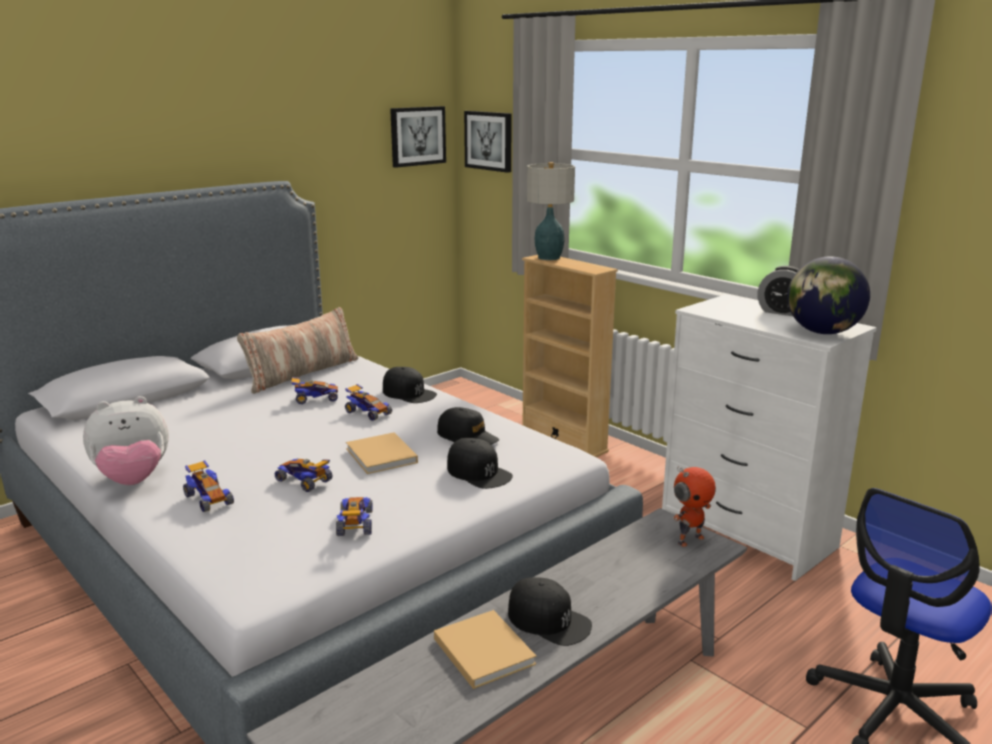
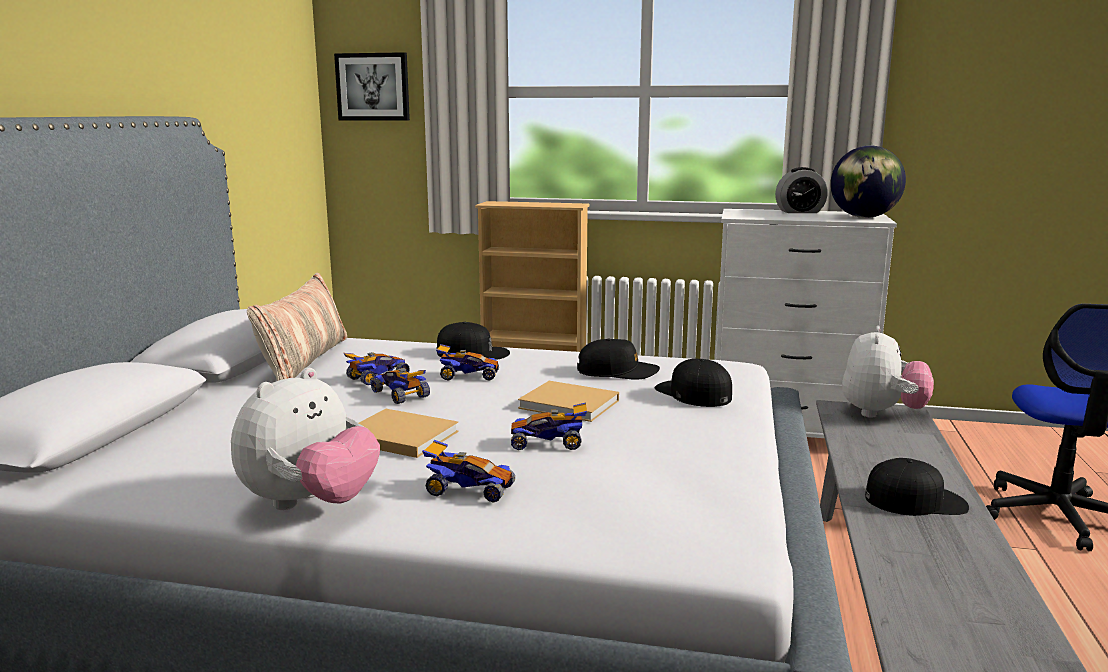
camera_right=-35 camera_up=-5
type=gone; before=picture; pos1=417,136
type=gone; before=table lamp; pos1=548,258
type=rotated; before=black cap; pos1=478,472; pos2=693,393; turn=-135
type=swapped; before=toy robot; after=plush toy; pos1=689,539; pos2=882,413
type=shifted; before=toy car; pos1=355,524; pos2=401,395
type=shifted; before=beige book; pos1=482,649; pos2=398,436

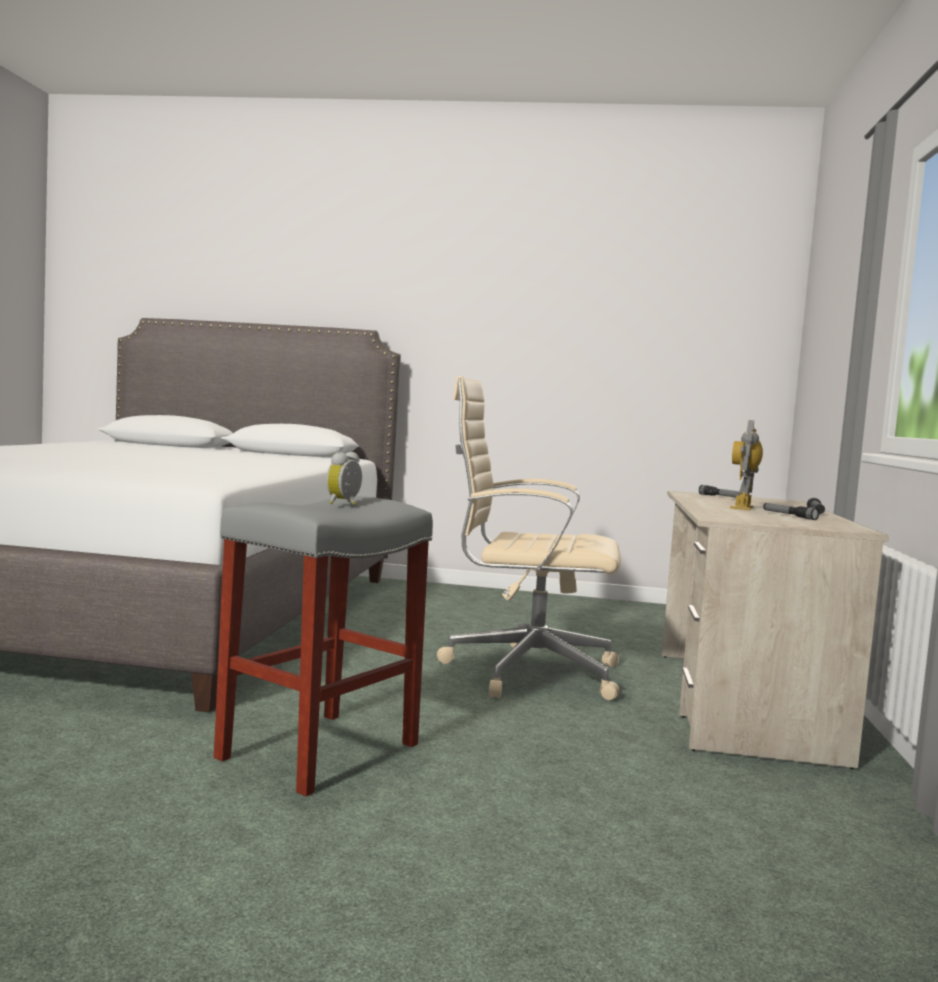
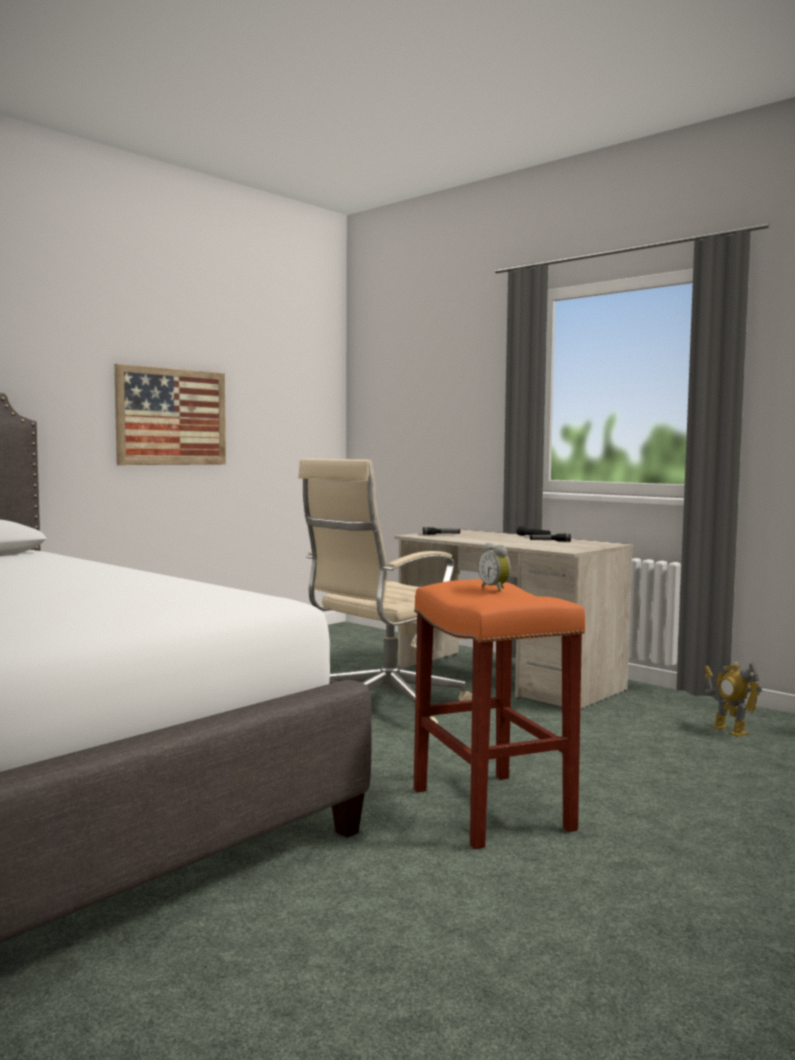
camera_right=-55 camera_up=0
type=shifted; before=toy robot; pos1=743,507; pos2=729,730
type=repainted; before=grey stool; after=orange stool; pos1=318,752; pos2=493,809
type=new; after=picture; pos2=172,417

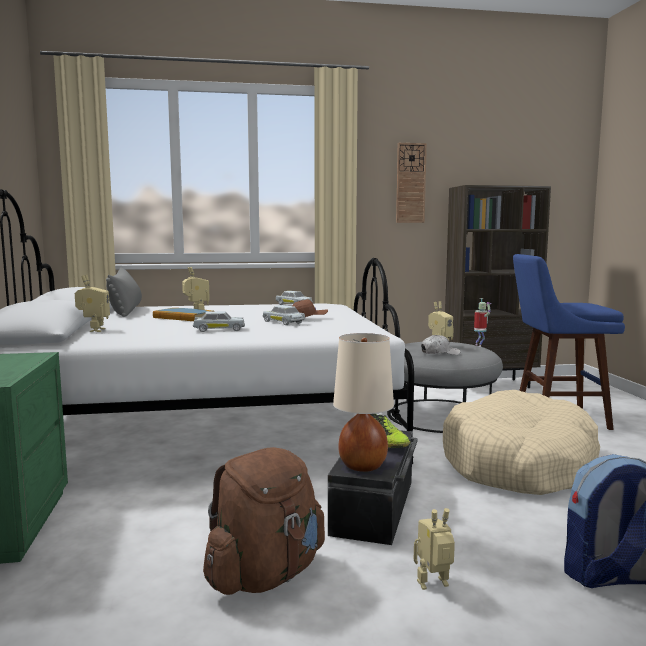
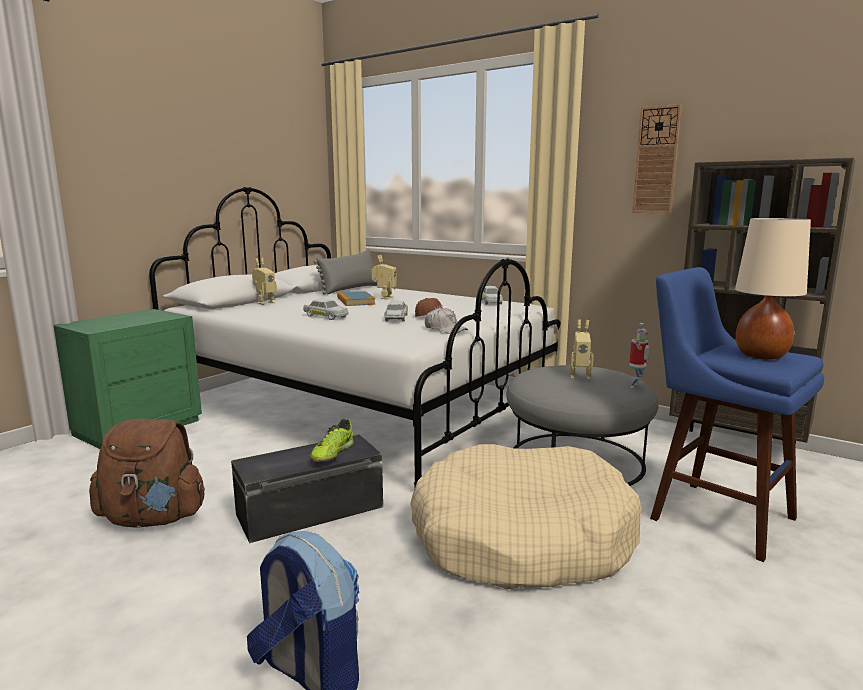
camera_right=45 camera_up=5
type=shifted; before=beige table lamp; pos1=362,465; pos2=761,355
type=shifted; before=white cap; pos1=439,353; pos2=445,329
type=gone; before=toy robot; pos1=434,586

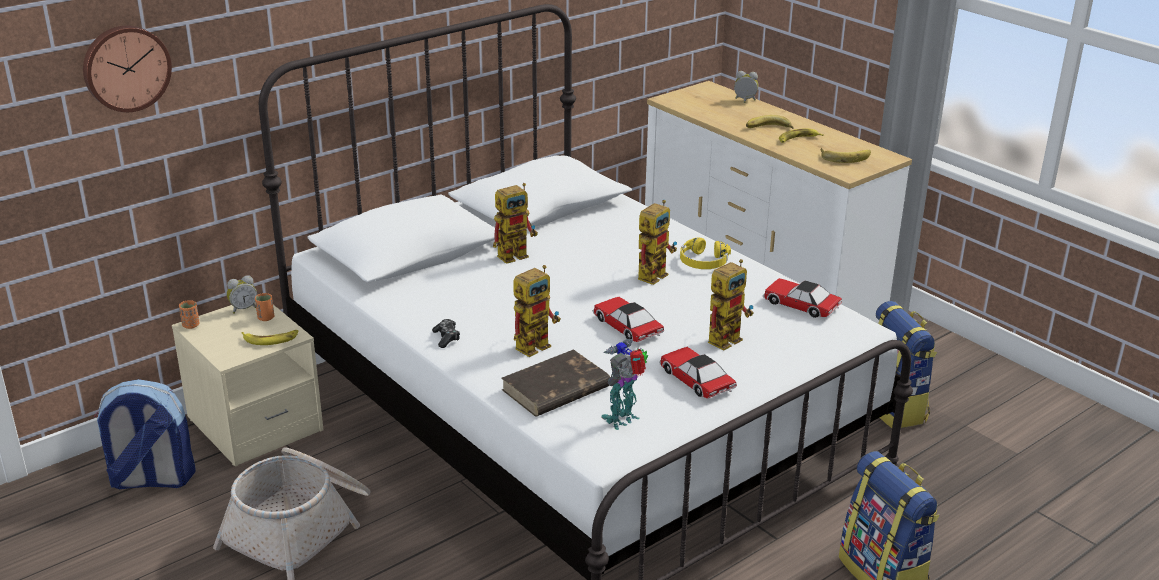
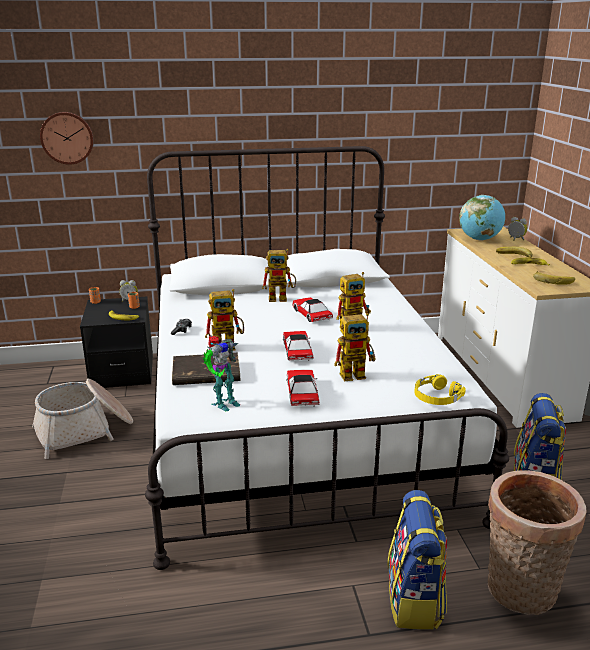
camera_right=30 camera_up=-5
type=shifted; before=yellow headphones; pos1=703,261; pos2=436,397
type=shifted; before=toy car; pos1=801,305; pos2=311,314
type=repainted; before=beige nightstand; after=black nightstand; pos1=255,425; pos2=122,372
type=rotated; before=toy robot; pos1=623,419; pos2=223,403; turn=150
type=gone; before=backpack; pos1=151,479
type=new; after=globe; pos2=479,239
type=new; after=basket; pos2=520,593

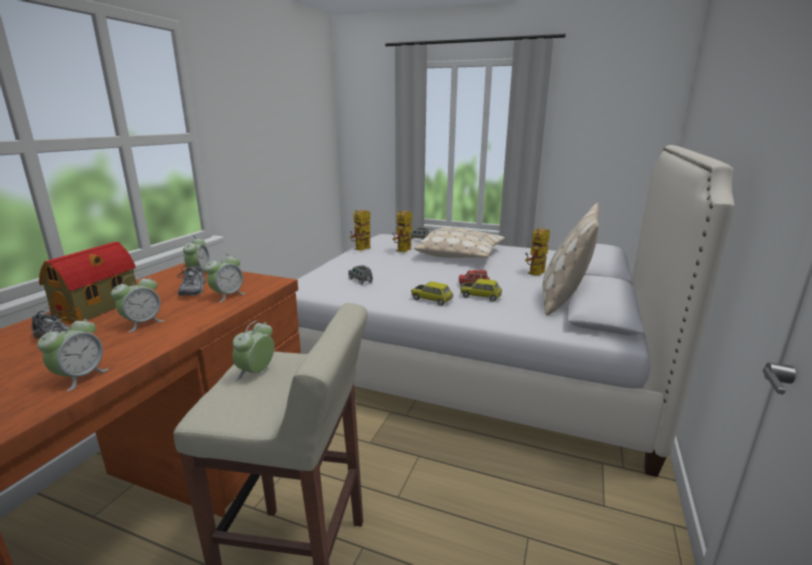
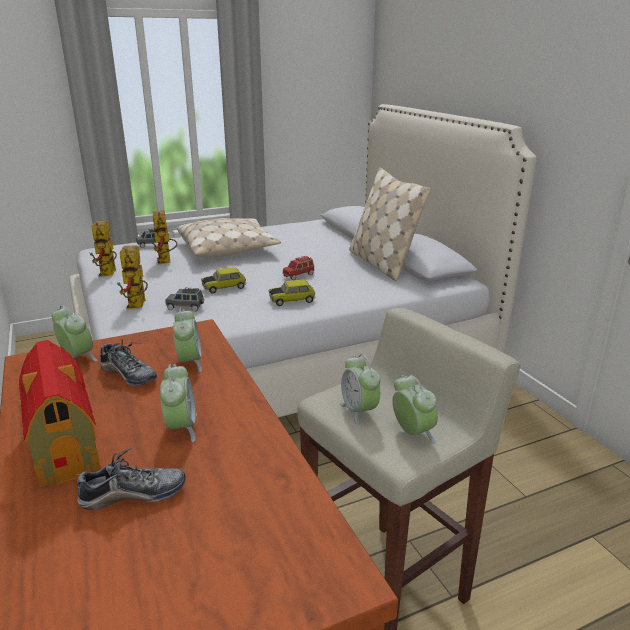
camera_right=-45 camera_up=5
type=shifted; before=toy robot; pos1=536,274; pos2=138,306
type=shifted; before=toy car; pos1=481,296; pos2=224,287
type=shifted; before=alarm clock; pos1=80,377; pos2=412,433

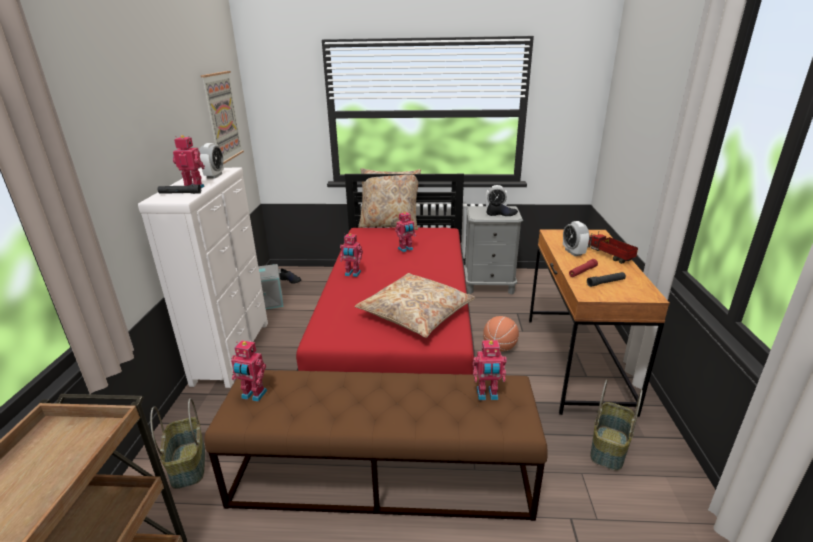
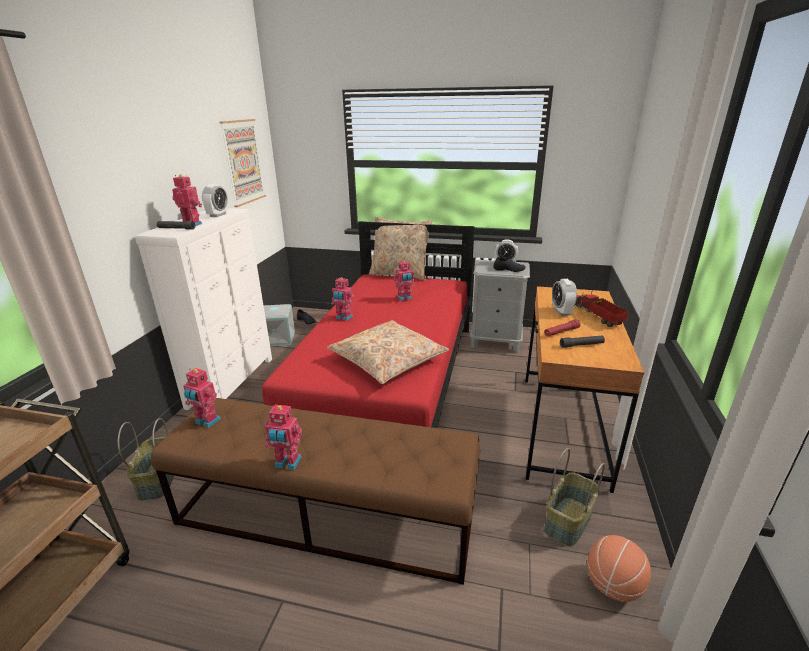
camera_right=10 camera_up=0
type=shifted; before=basketball; pos1=499,347; pos2=613,585
type=shifted; before=toy robot; pos1=487,395; pos2=287,463

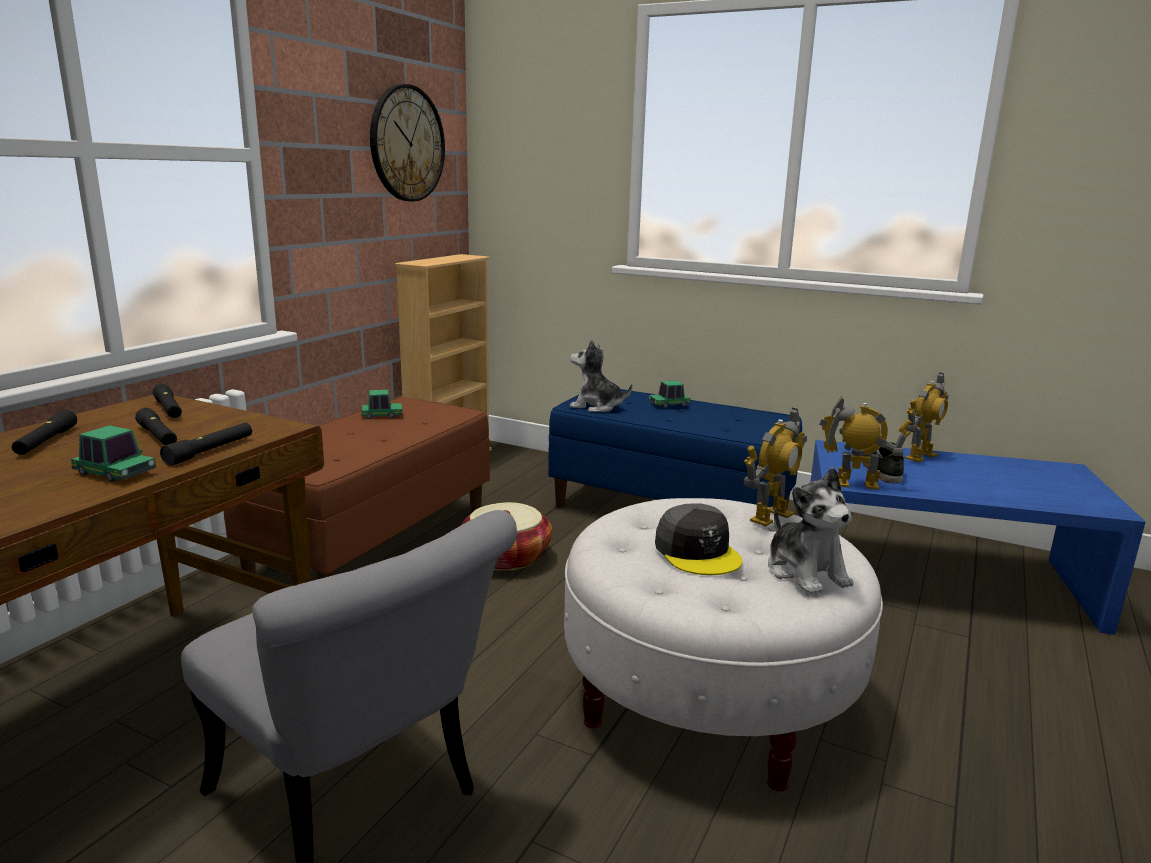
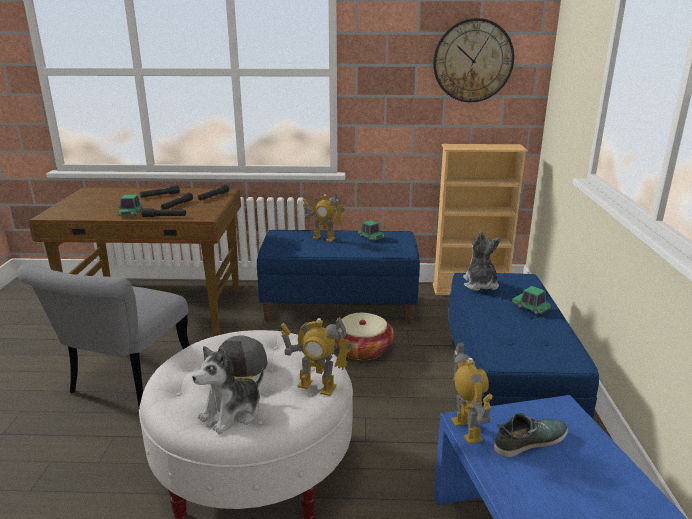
camera_right=65 camera_up=5
type=shifted; before=toy robot; pos1=920,456; pos2=323,238
type=repainted; before=brown bench; after=blue bench; pos1=373,542; pos2=340,307

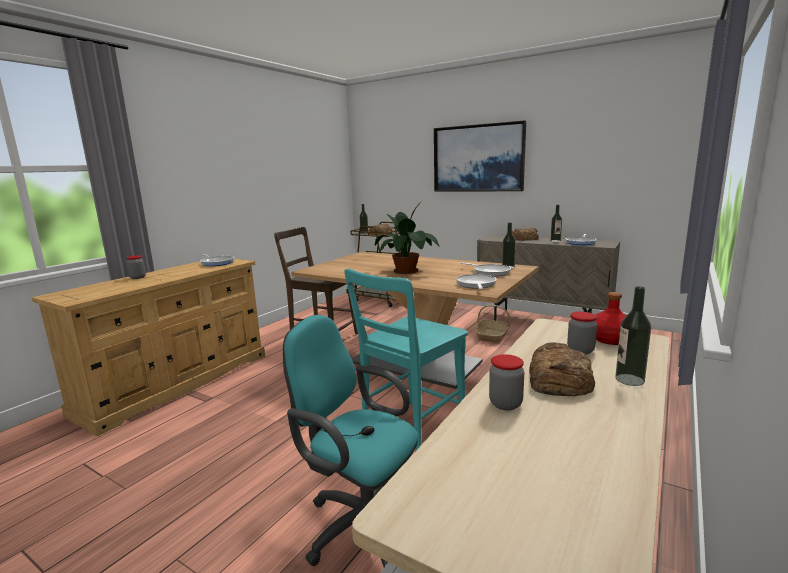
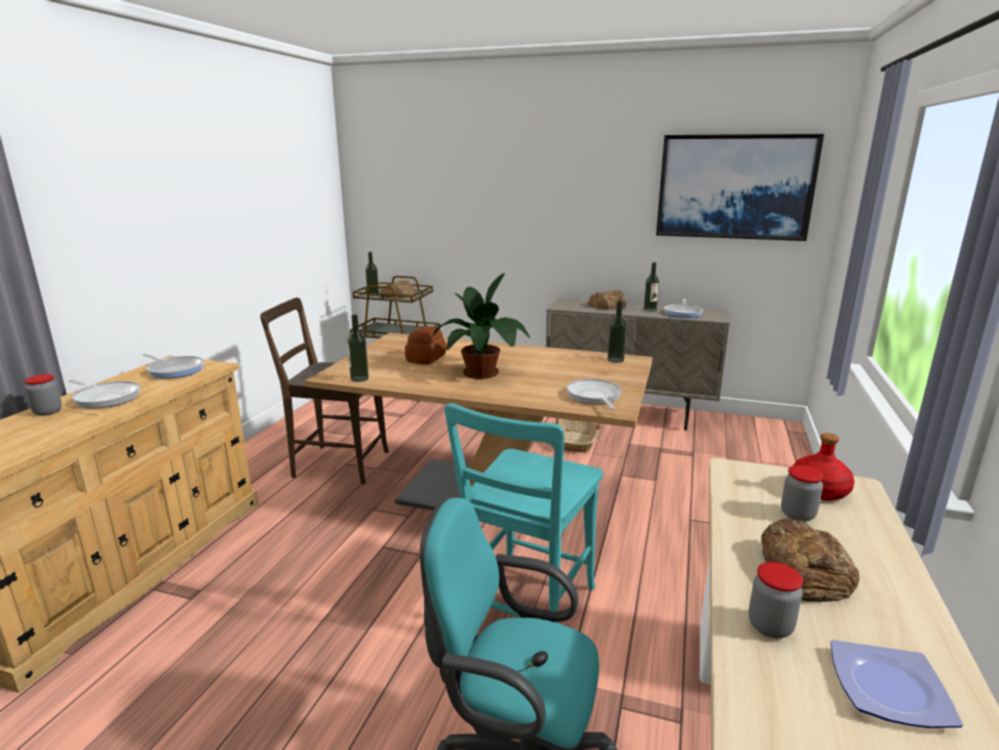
camera_right=-15 camera_up=5
type=shifted; before=picture; pos1=478,158; pos2=734,187
type=shifted; before=frying pan; pos1=489,272; pos2=106,398
type=shifted; before=bottle; pos1=629,380; pos2=359,379
type=new; after=bread; pos2=427,358
type=new; after=plate; pos2=890,687

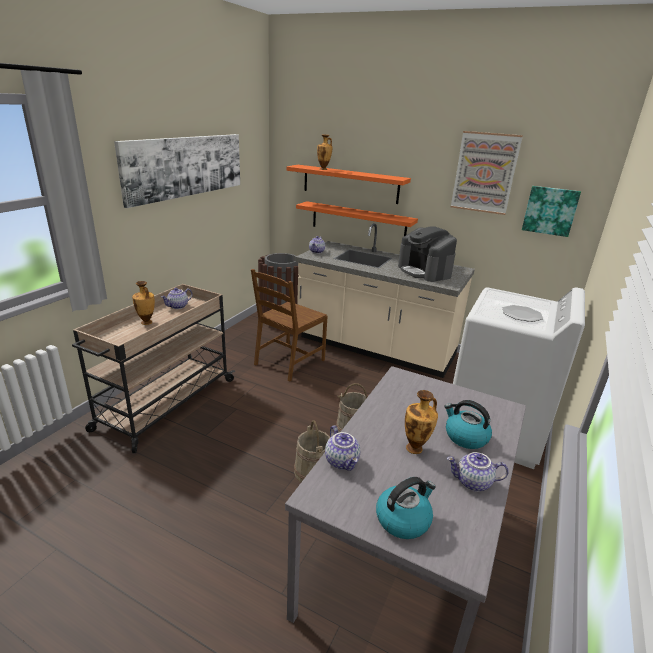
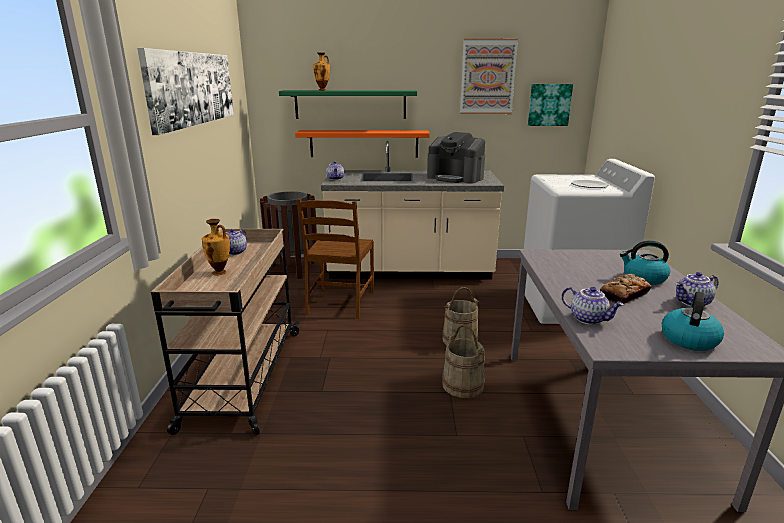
camera_right=-25 camera_up=-5
type=repainted; before=orange shelf; after=green shelf; pos1=350,184; pos2=350,104
type=swapped; before=vase; after=bread; pos1=415,448; pos2=624,295

